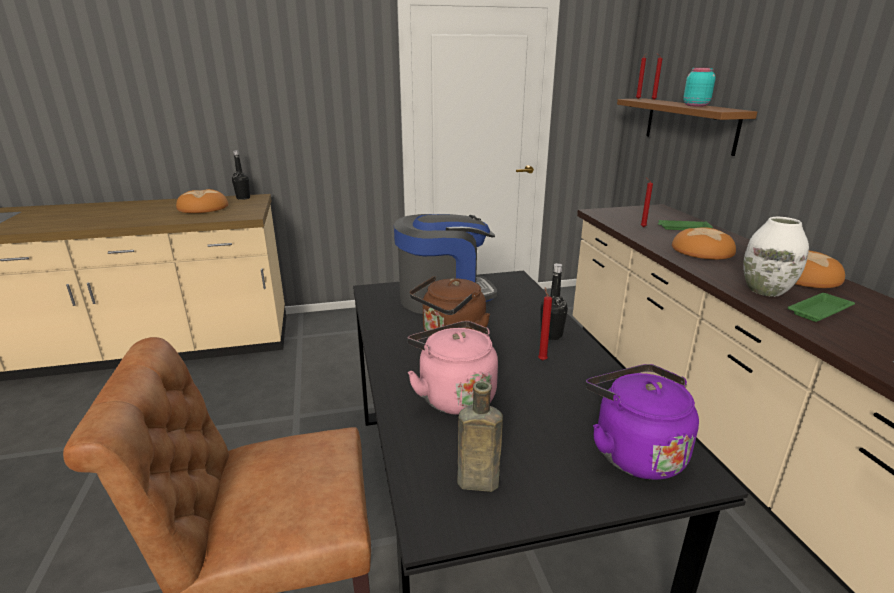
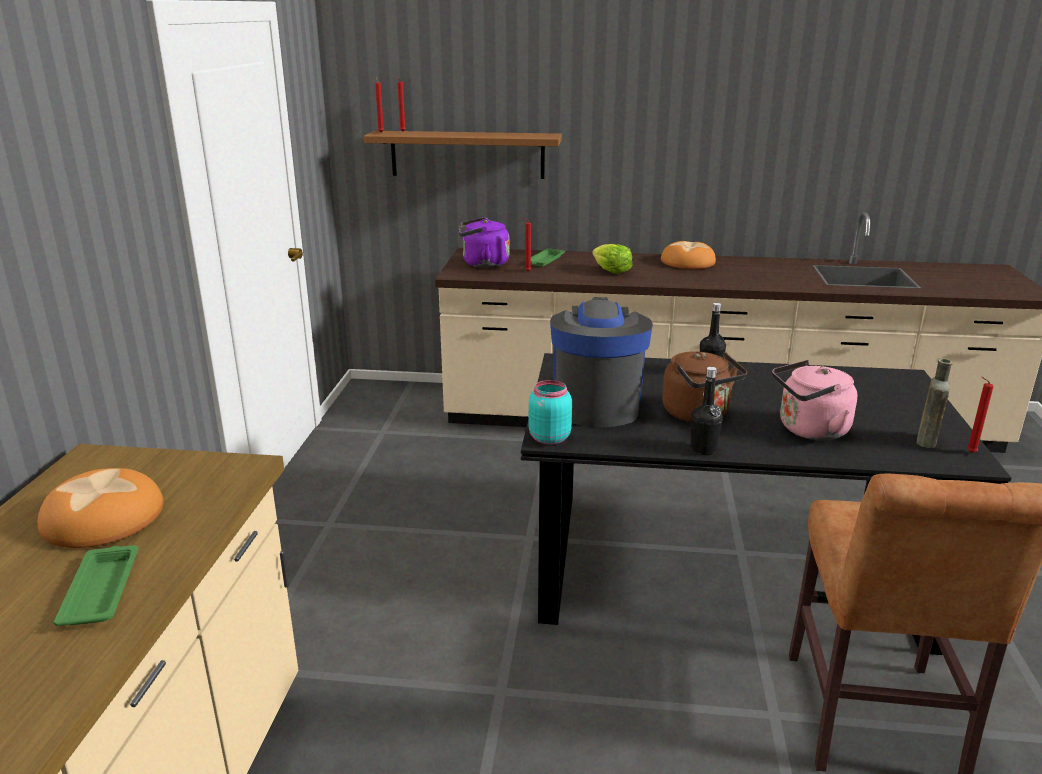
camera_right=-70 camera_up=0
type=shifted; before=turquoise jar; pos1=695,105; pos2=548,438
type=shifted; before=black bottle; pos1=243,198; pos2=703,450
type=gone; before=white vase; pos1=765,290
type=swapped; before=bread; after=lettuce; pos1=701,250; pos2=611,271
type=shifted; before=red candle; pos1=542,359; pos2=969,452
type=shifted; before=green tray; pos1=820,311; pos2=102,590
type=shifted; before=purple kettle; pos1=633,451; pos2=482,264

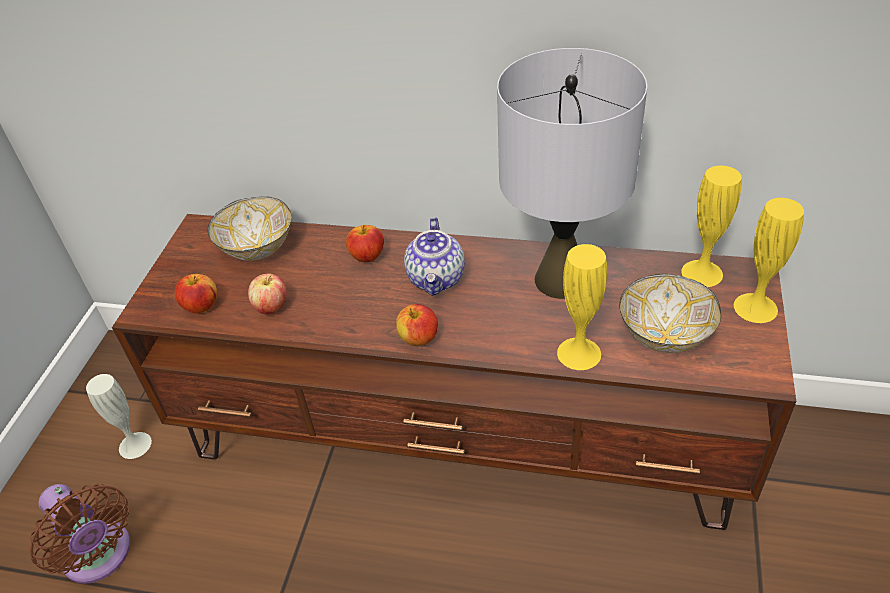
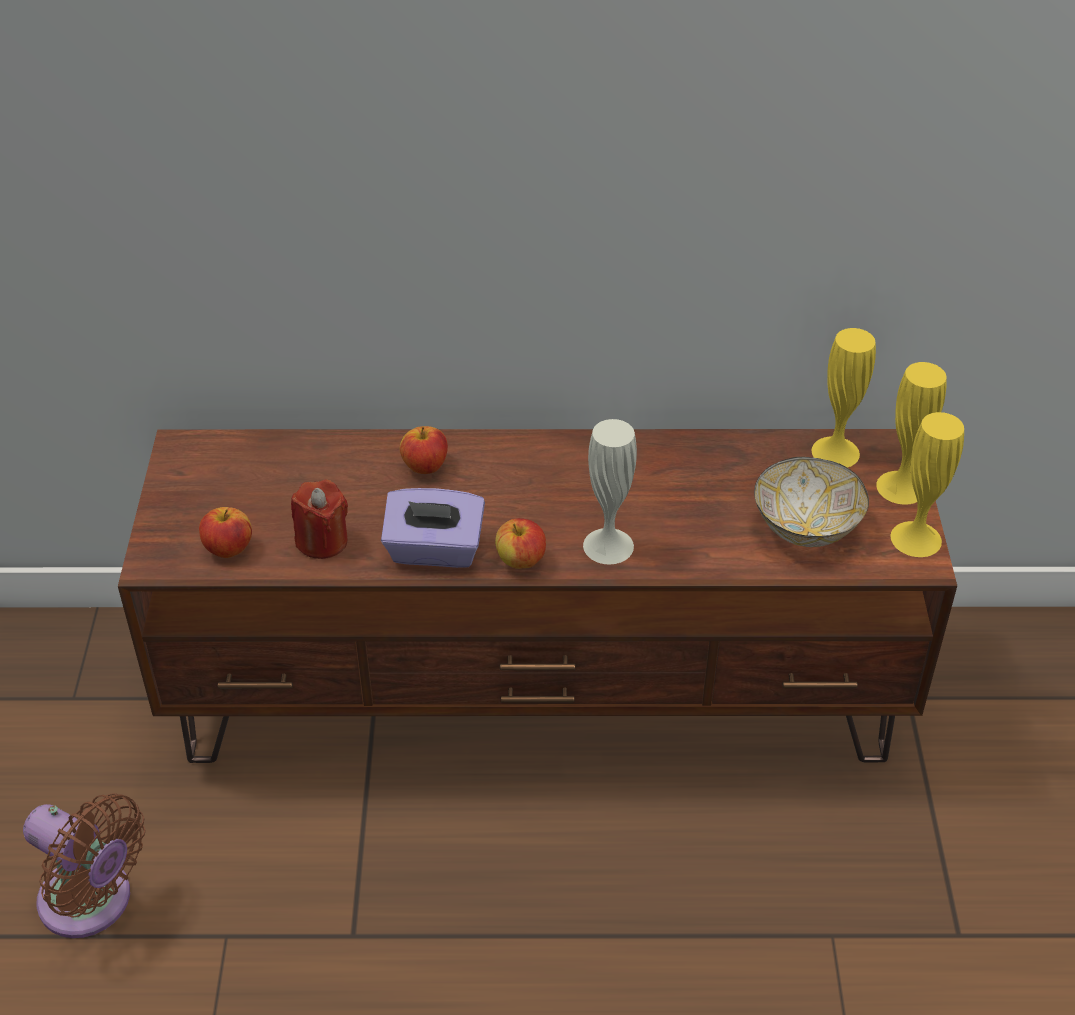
camera_right=-15 camera_up=0
type=gone; before=grey table lamp; pos1=562,279
type=gone; before=bowl; pos1=256,248
type=gone; before=teapot; pos1=437,279
type=shifted; before=yellow vase; pos1=579,353; pos2=916,539
type=swapped; before=apple; after=red candle; pos1=271,307; pos2=322,541
type=shifted; before=white vase; pos1=135,445; pos2=608,546
type=new; after=purple tissue box; pos2=434,551

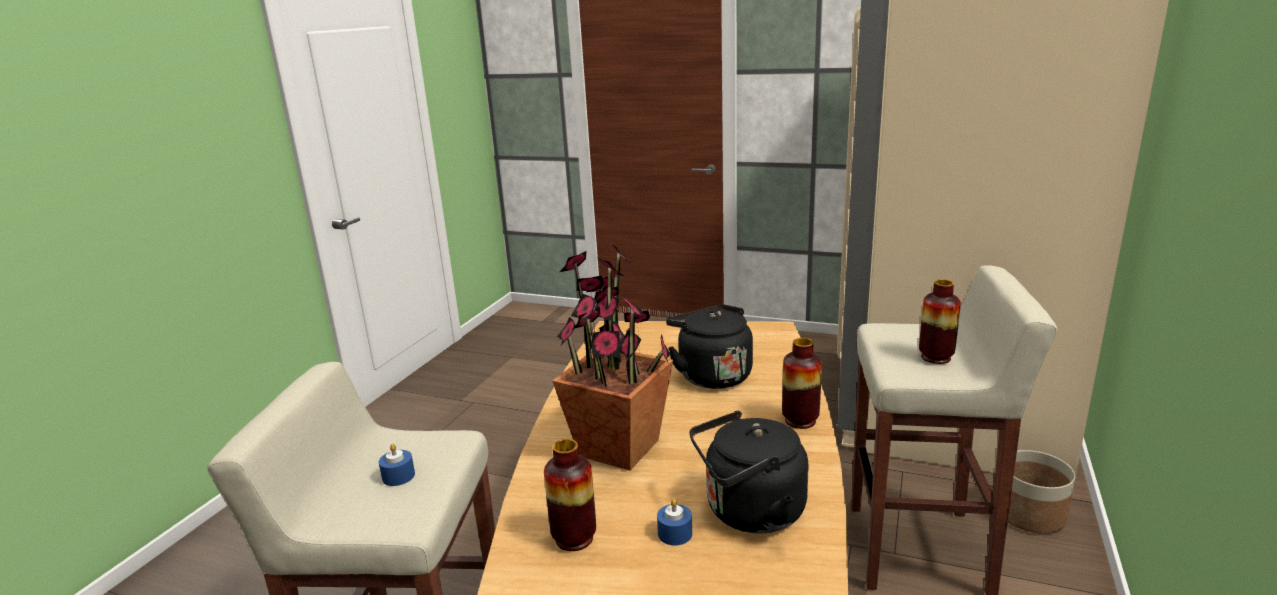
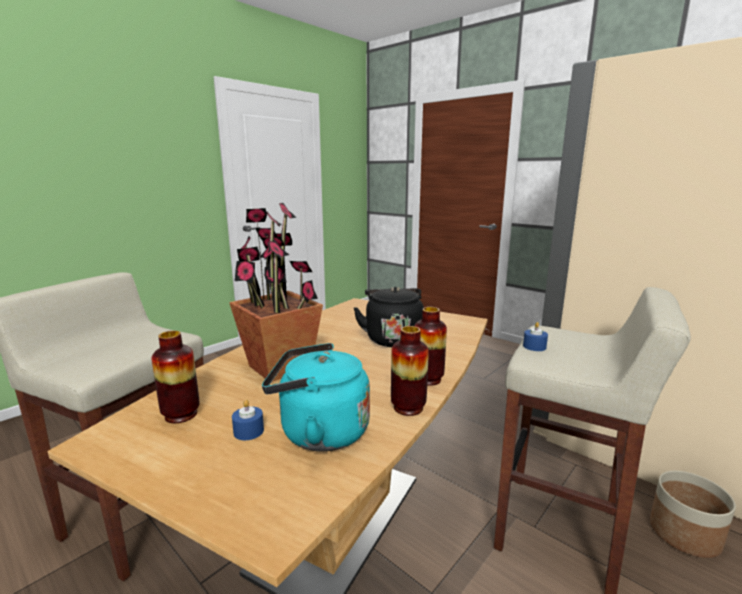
camera_right=20 camera_up=-5
type=shifted; before=vase; pos1=935,357; pos2=408,408
type=repainted; before=black kettle; after=turquoise kettle; pos1=749,512; pos2=319,432
type=shifted; before=blue candle; pos1=398,476; pos2=534,346

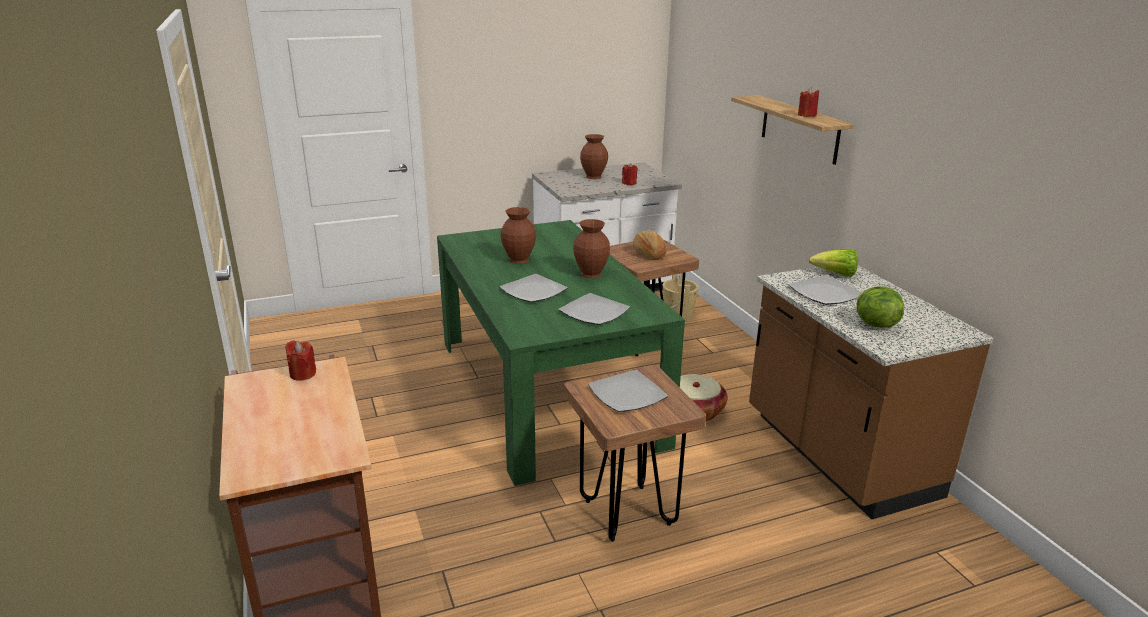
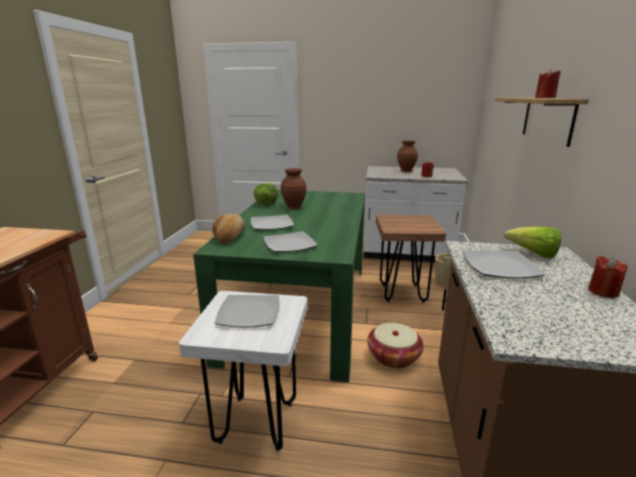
camera_right=30 camera_up=-5
type=gone; before=brown vase; pos1=591,273
type=shifted; before=bread; pos1=649,254; pos2=230,237
type=shifted; before=lettuce; pos1=874,324; pos2=266,204
type=shifted; before=red candle; pos1=303,374; pos2=603,291
type=repainted; before=brown stool; after=white stool; pos1=627,513; pos2=256,422

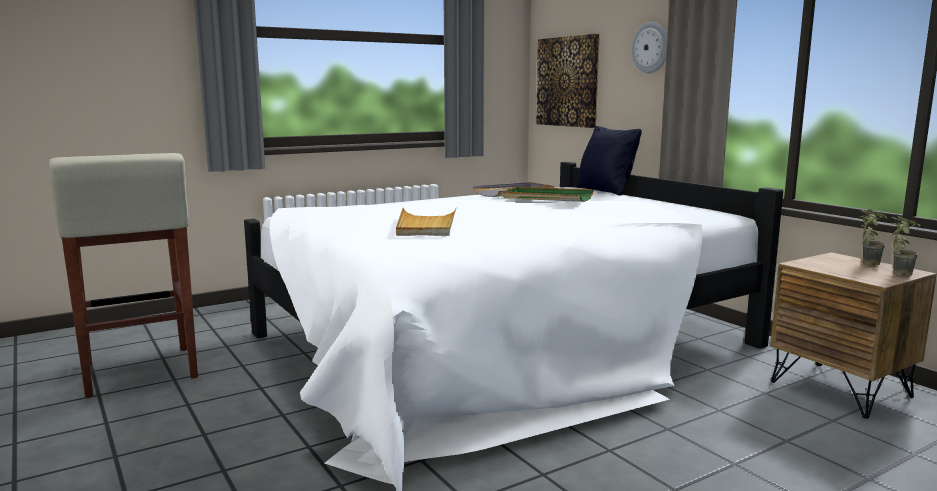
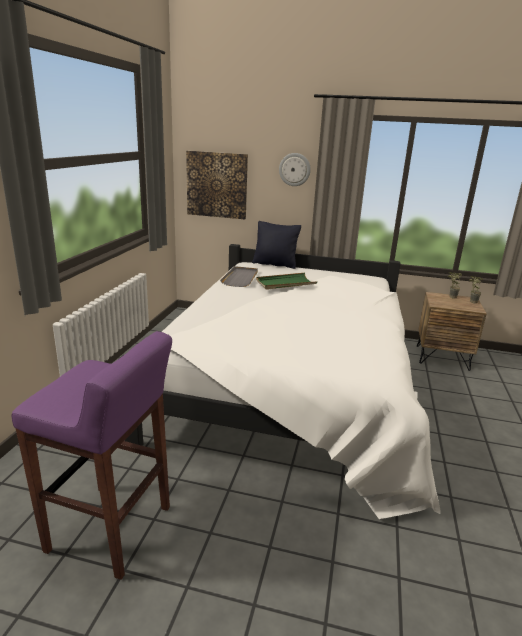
camera_right=-45 camera_up=10
type=repainted; before=beige stool; after=purple stool; pos1=140,372; pos2=111,529
type=gone; before=beige tray; pos1=426,226

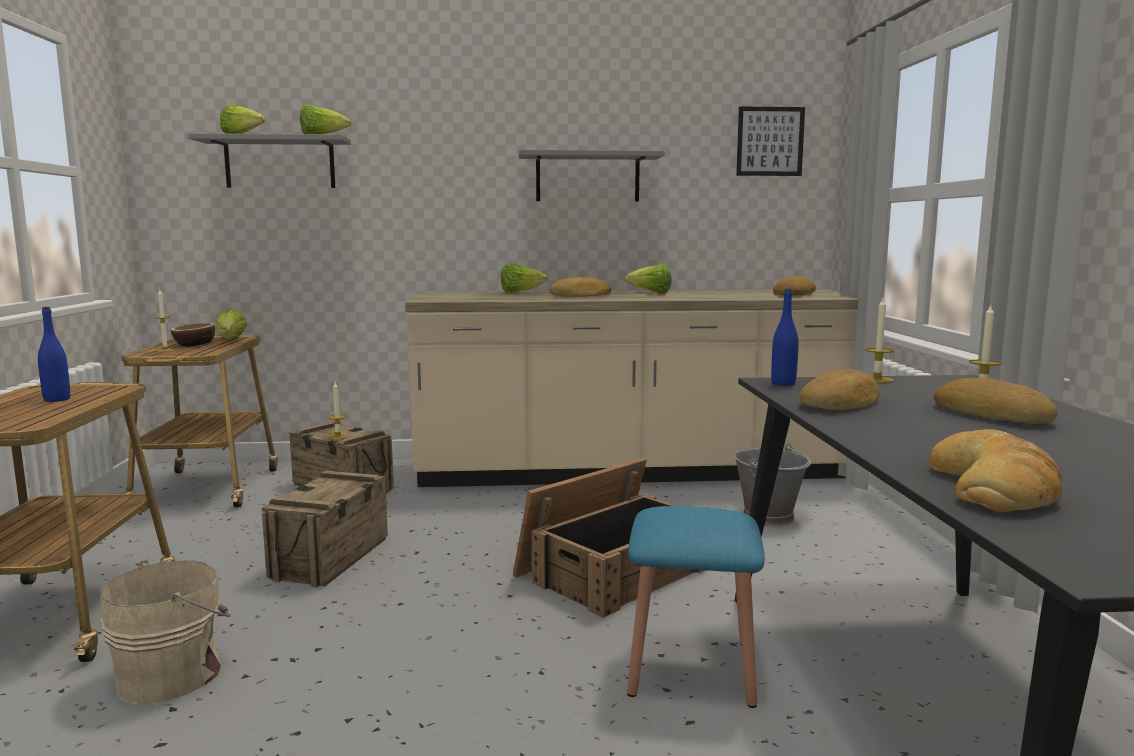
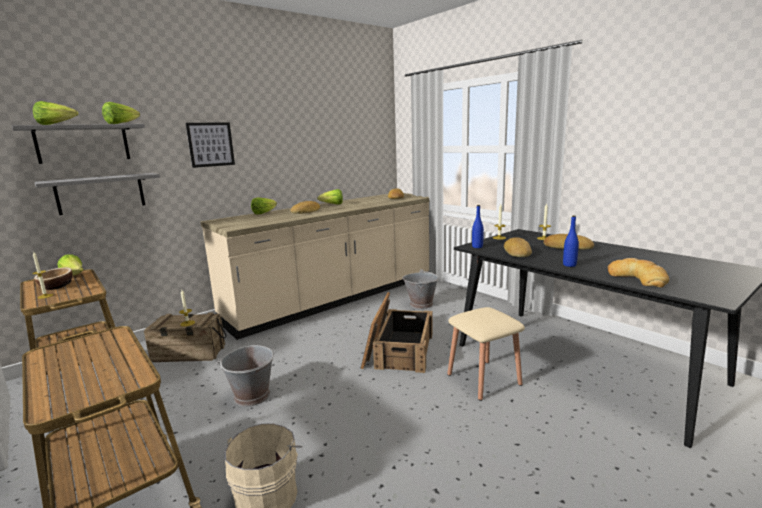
camera_right=-35 camera_up=5
type=shifted; before=picture; pos1=770,141; pos2=210,144
type=shifted; before=grey shelf; pos1=587,177; pos2=101,193
type=shifted; before=blue bottle; pos1=57,399; pos2=569,265
type=swapped; before=crate; after=grey bucket; pos1=332,558; pos2=252,396
type=repainted; before=blue stool; after=beige stool; pos1=691,668; pos2=483,379

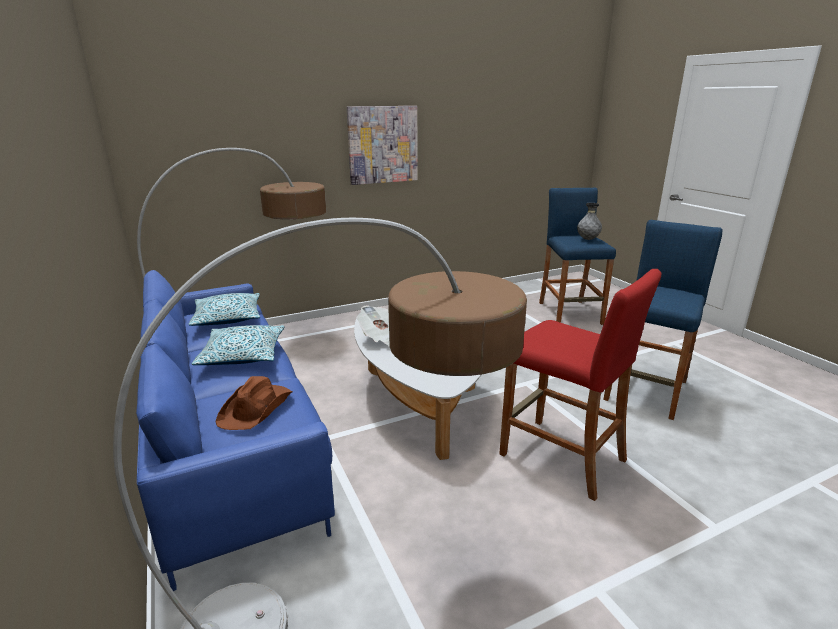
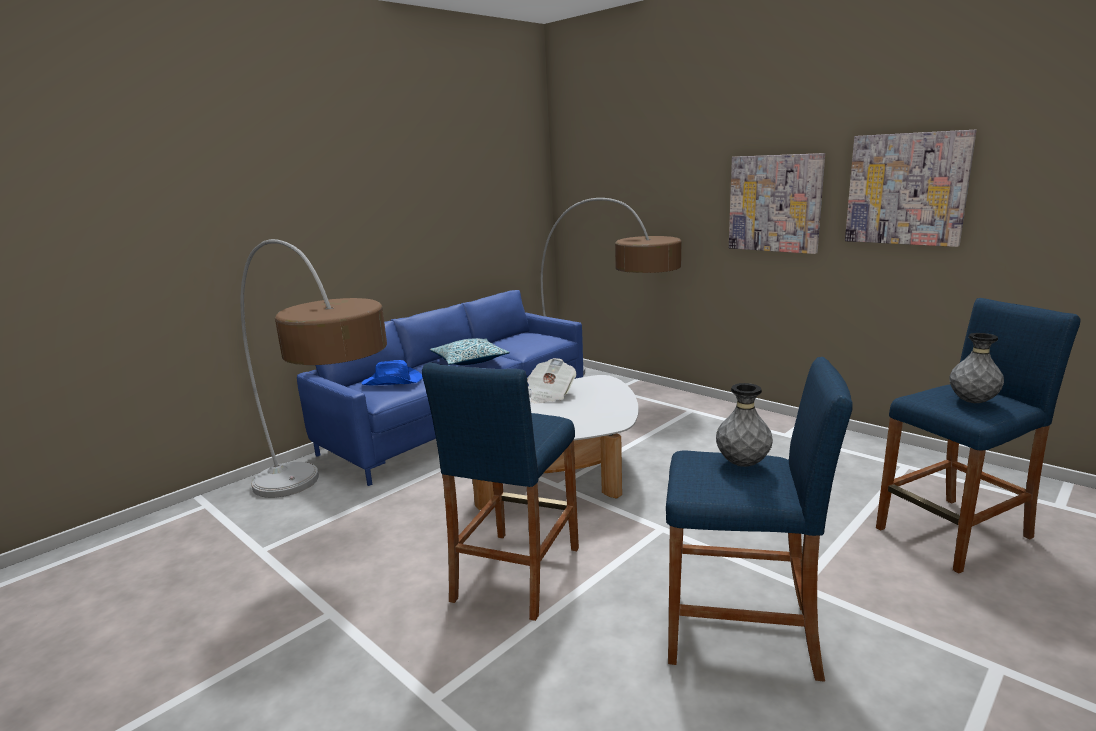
camera_right=70 camera_up=-5
type=repainted; before=red stool; after=blue stool; pos1=562,457; pos2=516,573
type=gone; before=pillow; pos1=227,318
type=repainted; before=brown hat; after=blue hat; pos1=256,408; pos2=393,381
type=new; after=picture; pos2=906,189
type=new; after=grey vase; pos2=742,464

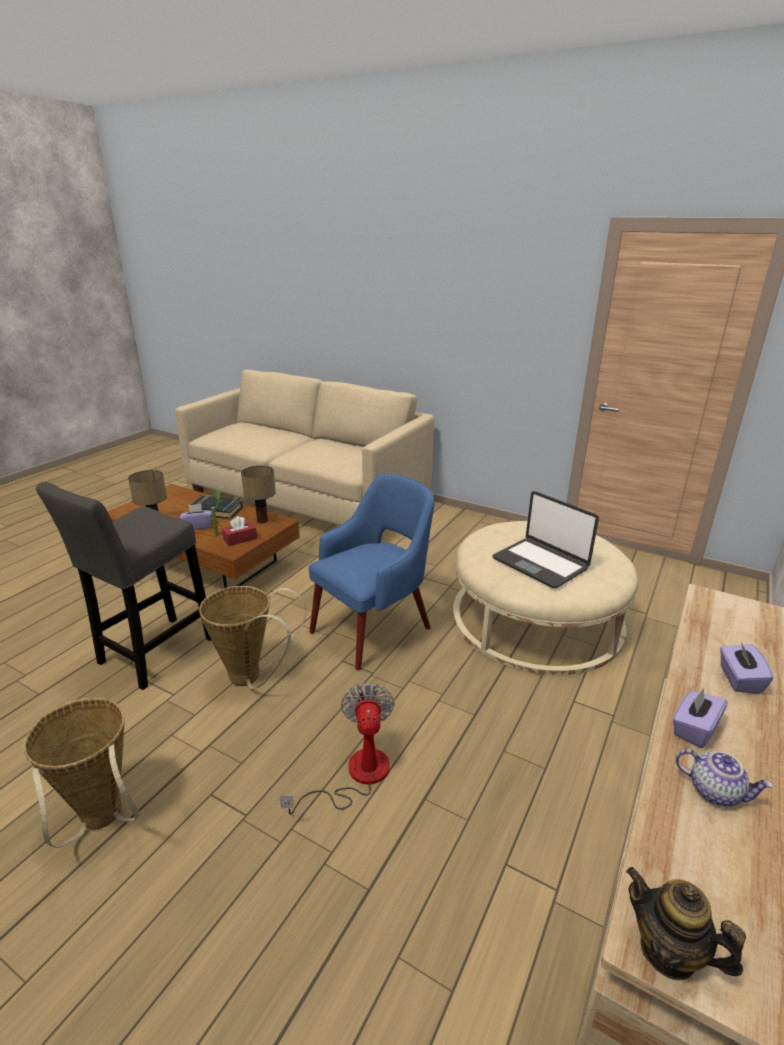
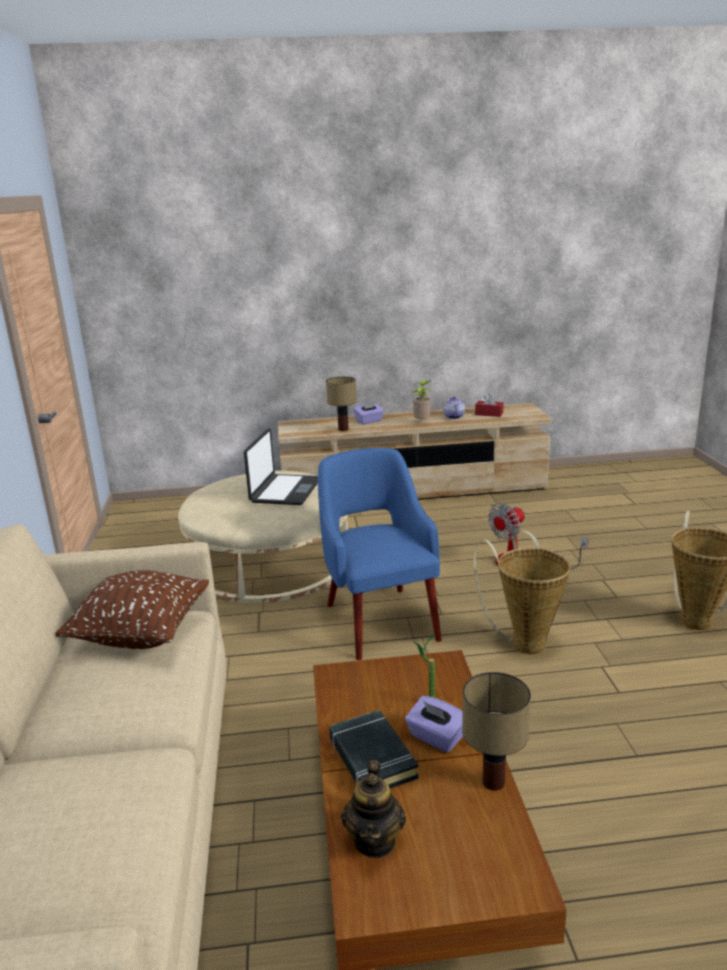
camera_right=-125 camera_up=-5
type=shifted; before=table lamp; pos1=261,520; pos2=343,429
type=rotated; before=blue armchair; pos1=374,628; pos2=380,619; turn=60
type=gone; before=grey stool; pos1=152,654
type=shifted; before=red tissue box; pos1=240,539; pos2=489,414
type=swapped; before=purple tissue box; after=potted plant; pos1=694,729; pos2=422,422
type=shifted; before=teapot; pos1=668,951; pos2=375,840
type=new; after=brown pillow; pos2=141,634

